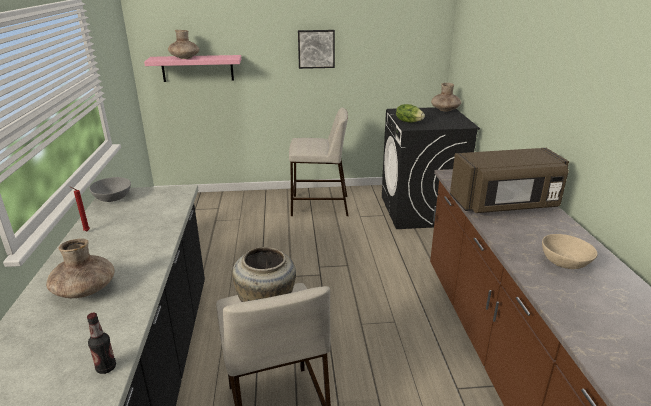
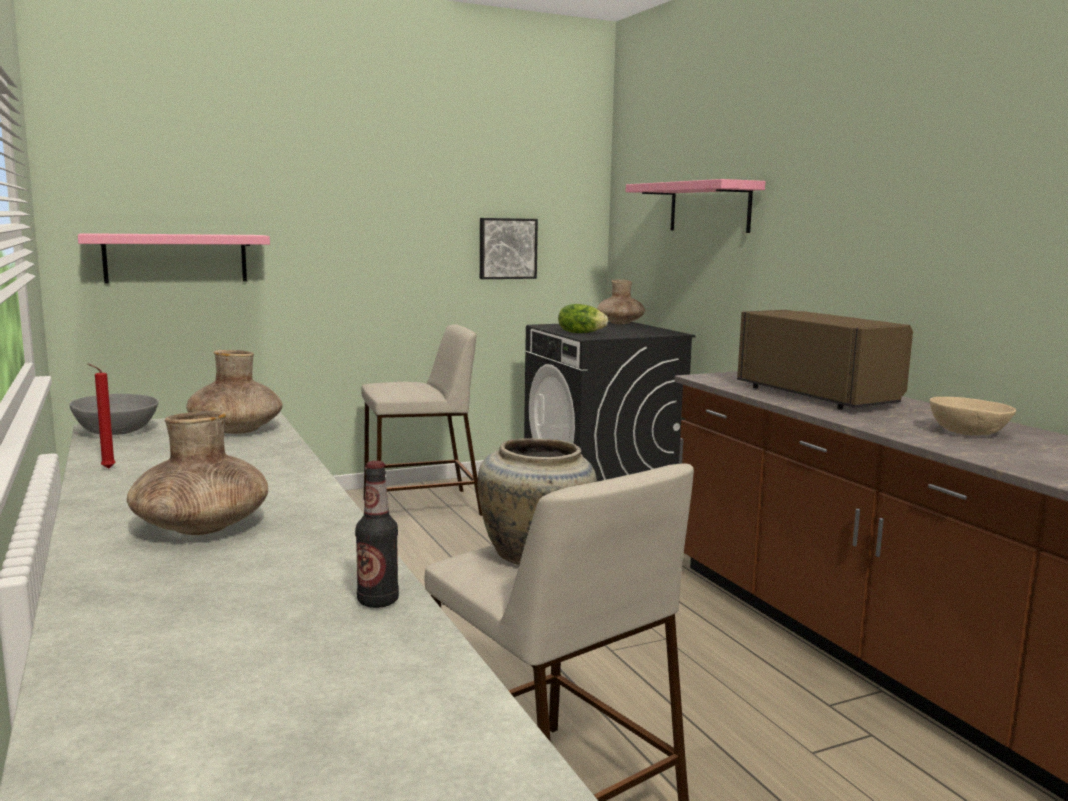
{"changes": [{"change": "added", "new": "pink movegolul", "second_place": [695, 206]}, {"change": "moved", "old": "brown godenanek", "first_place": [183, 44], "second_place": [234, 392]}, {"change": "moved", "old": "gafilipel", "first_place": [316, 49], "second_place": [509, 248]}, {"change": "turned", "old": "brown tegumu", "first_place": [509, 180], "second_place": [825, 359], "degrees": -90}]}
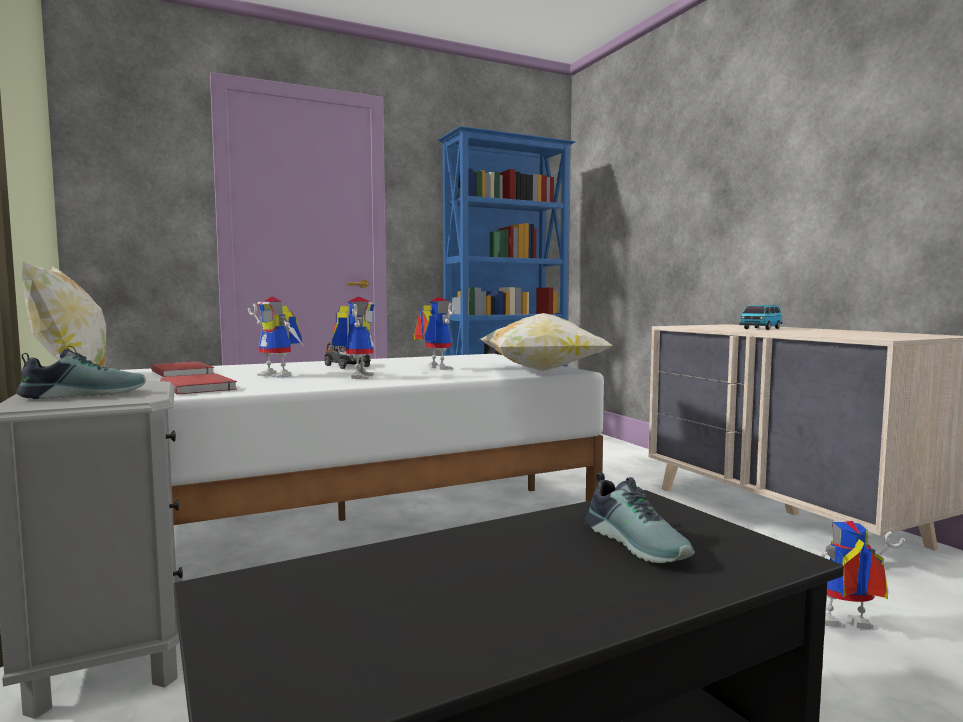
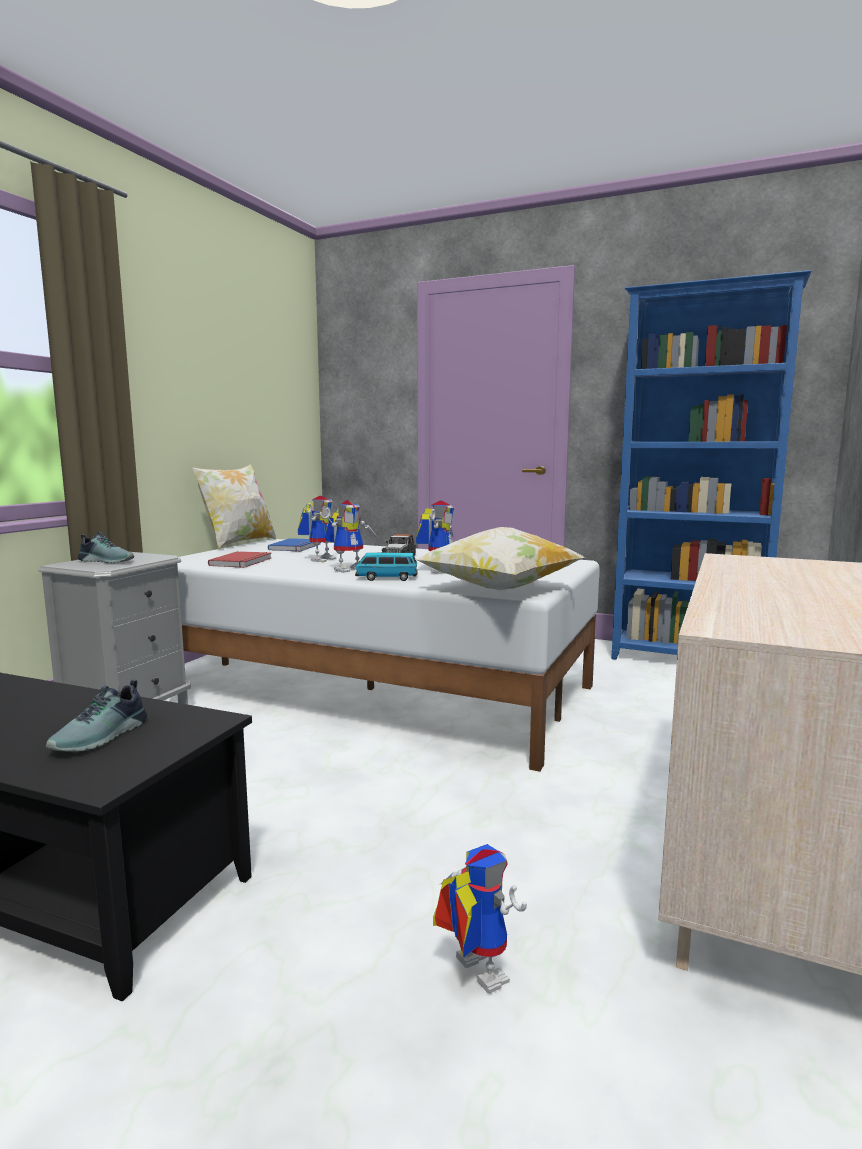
{"changes": [{"change": "moved", "old": "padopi", "first_place": [760, 317], "second_place": [386, 567]}, {"change": "recoloured", "old": "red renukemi", "new": "blue renukemi", "first_place": [182, 369], "second_place": [292, 545]}, {"change": "turned", "old": "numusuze", "first_place": [275, 337], "second_place": [317, 529], "degrees": -150}]}
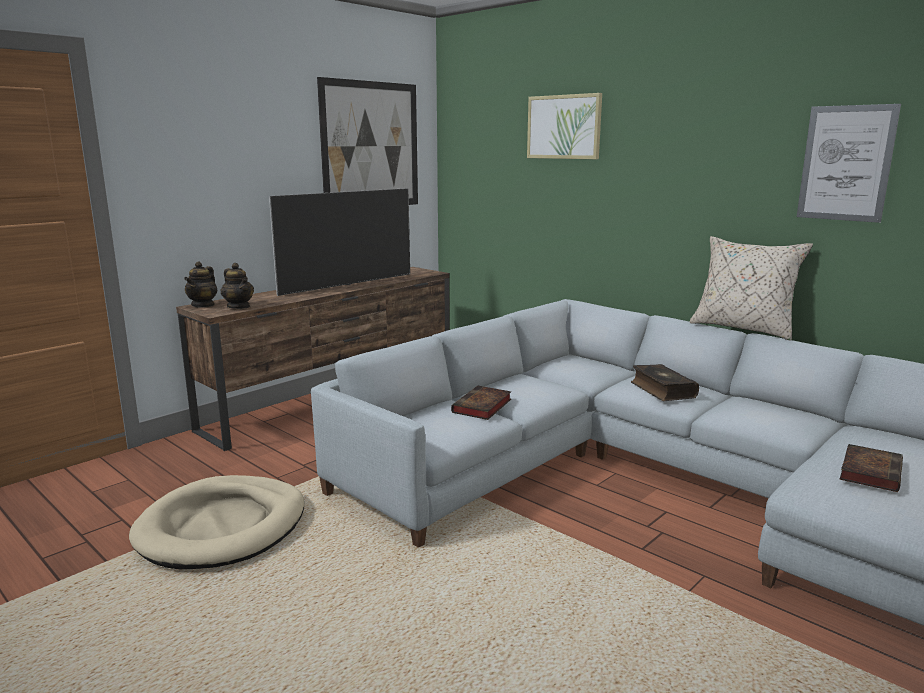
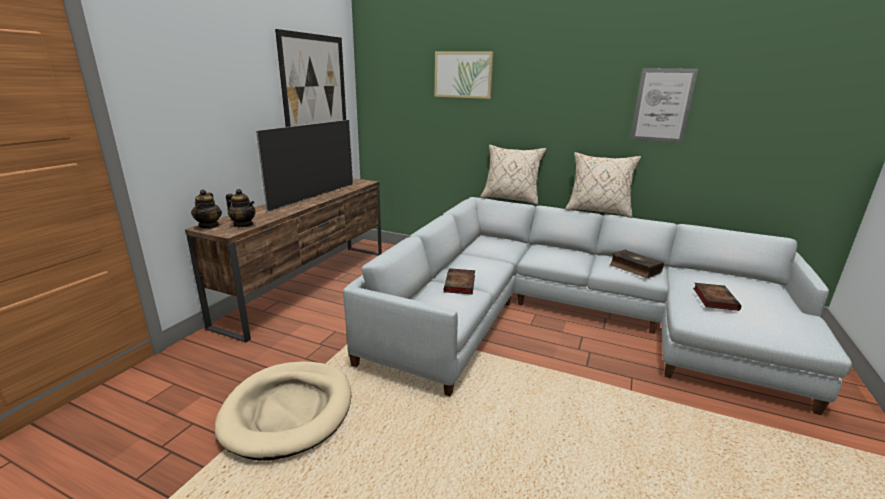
{"changes": [{"change": "added", "new": "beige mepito", "second_place": [513, 175]}, {"change": "moved", "old": "renukemi", "first_place": [665, 382], "second_place": [636, 264]}]}
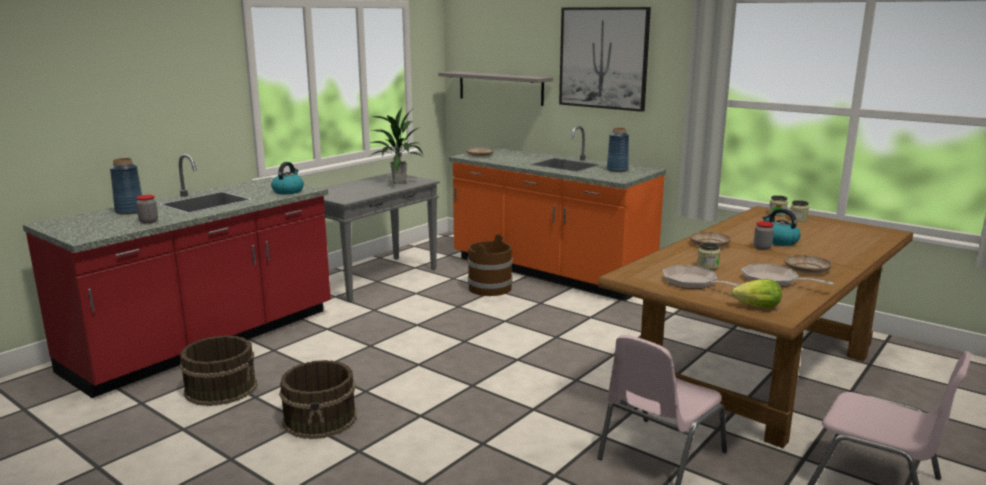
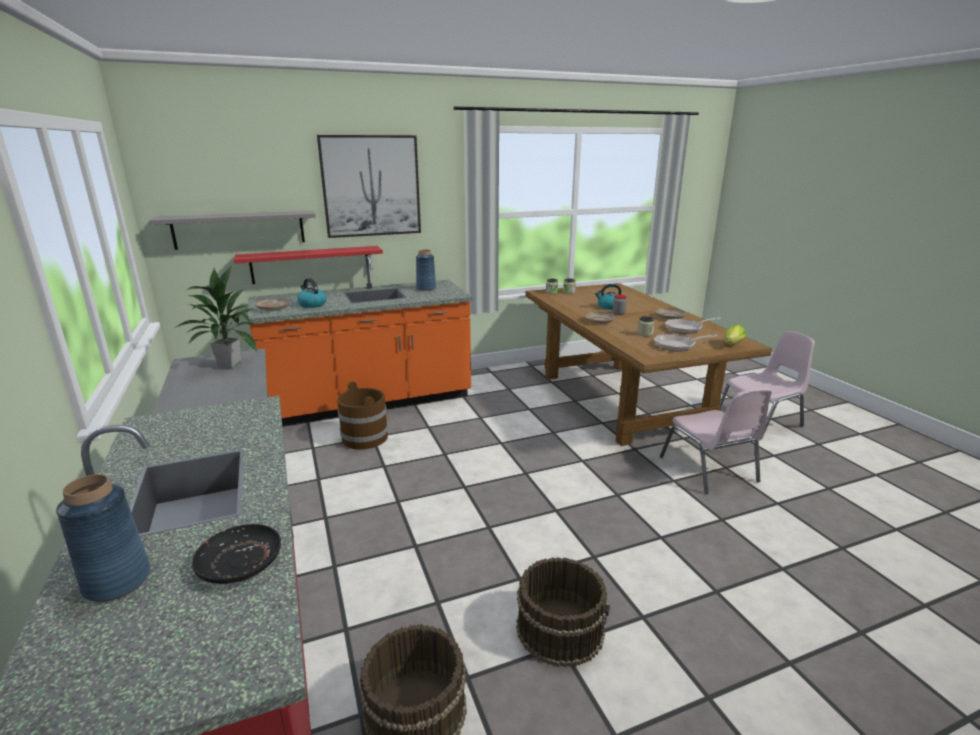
{"changes": [{"change": "added", "new": "red movegolul", "second_place": [308, 265]}, {"change": "moved", "old": "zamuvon", "first_place": [287, 178], "second_place": [312, 293]}, {"change": "replaced", "old": "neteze", "new": "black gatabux", "first_place": [147, 209], "second_place": [236, 554]}]}
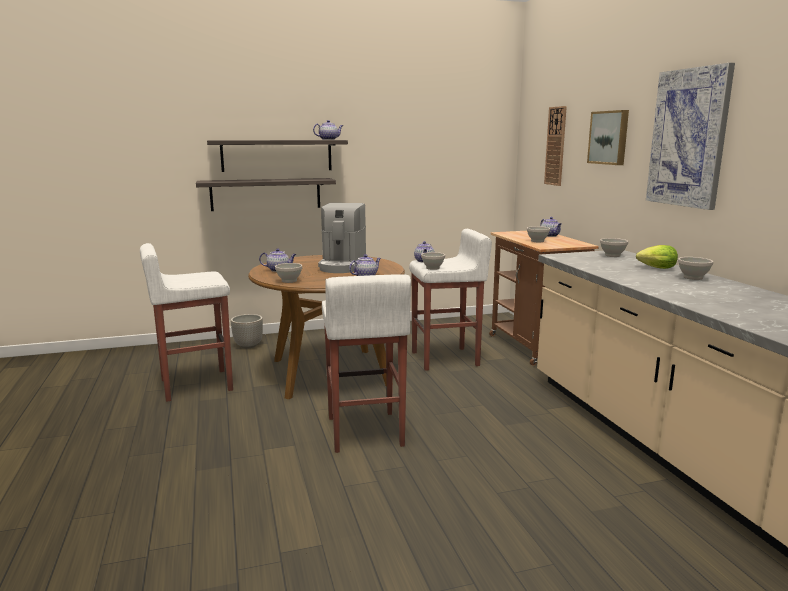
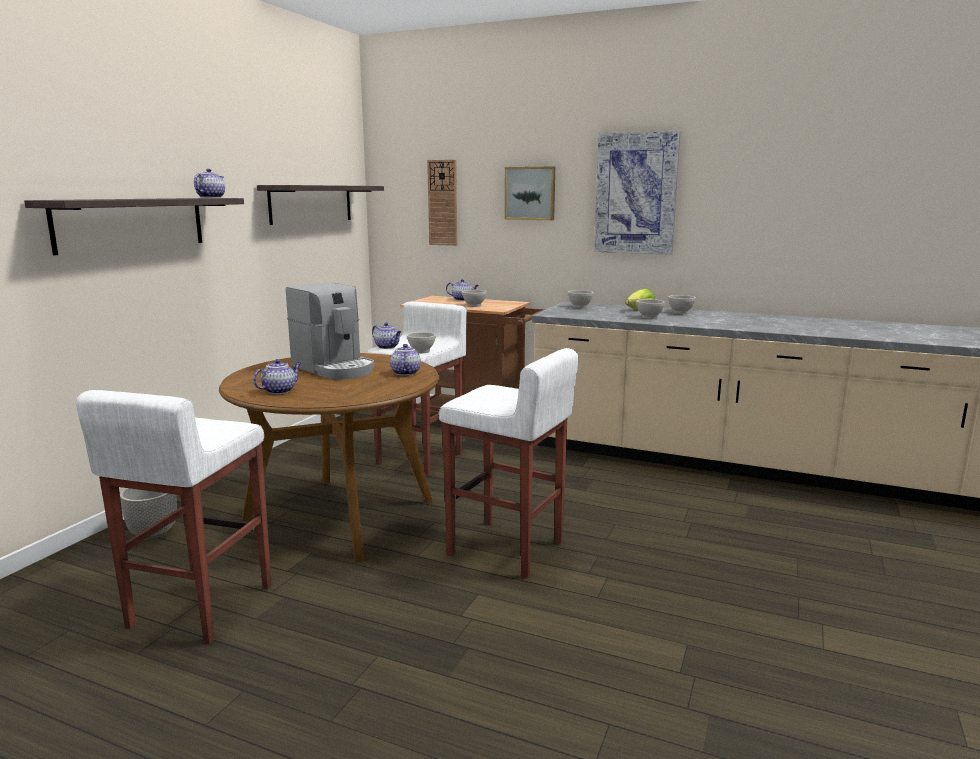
{"changes": [{"change": "moved", "old": "movegolul", "first_place": [266, 194], "second_place": [320, 205]}, {"change": "moved", "old": "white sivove", "first_place": [288, 273], "second_place": [650, 309]}]}
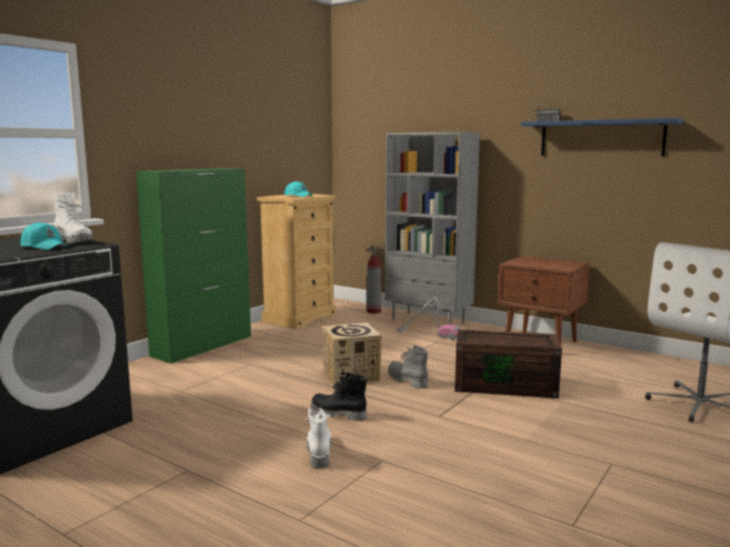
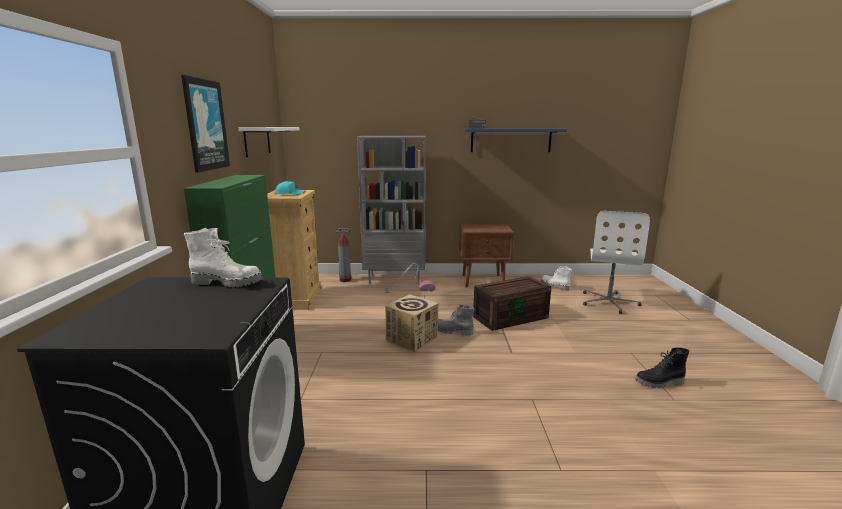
{"changes": [{"change": "removed", "old": "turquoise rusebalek", "first_place": [43, 236]}, {"change": "added", "new": "gafilipel", "second_place": [205, 124]}, {"change": "added", "new": "white movegolul", "second_place": [269, 142]}, {"change": "moved", "old": "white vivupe", "first_place": [318, 438], "second_place": [556, 278]}, {"change": "moved", "old": "black vivupe", "first_place": [339, 397], "second_place": [662, 367]}]}
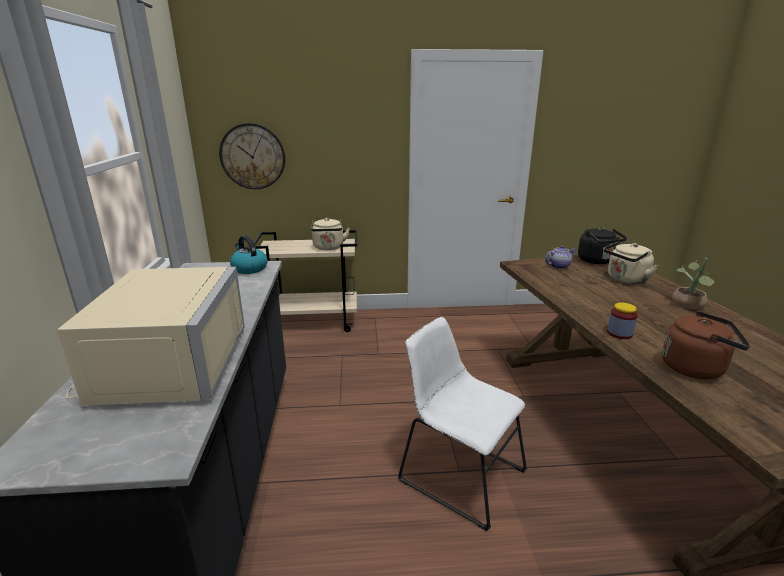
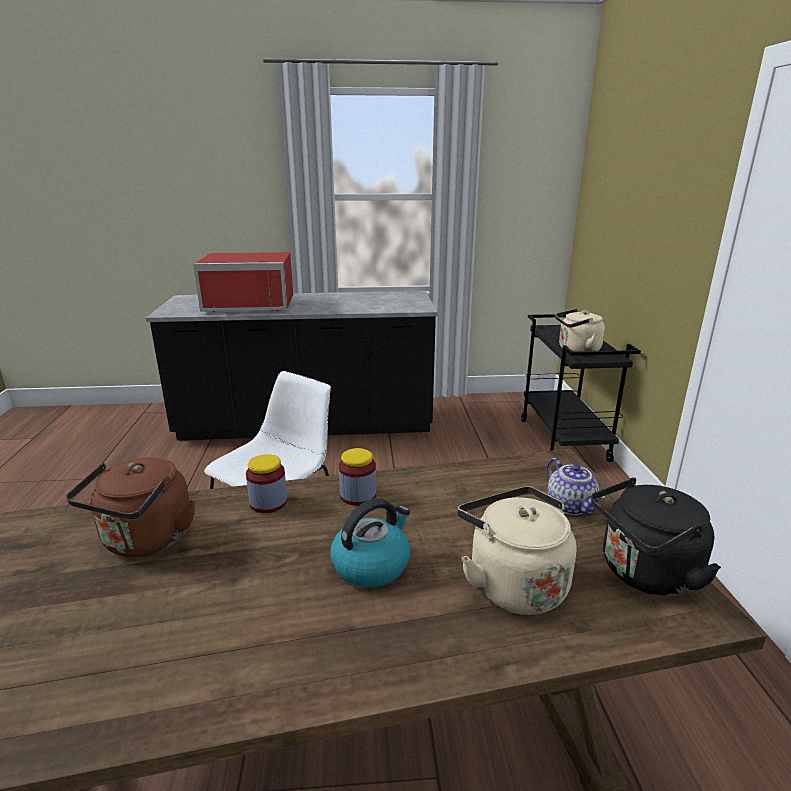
{"changes": [{"change": "removed", "old": "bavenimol", "first_place": [252, 156]}, {"change": "removed", "old": "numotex", "first_place": [693, 283]}, {"change": "added", "new": "neteze", "second_place": [357, 477]}, {"change": "moved", "old": "zamuvon", "first_place": [249, 254], "second_place": [370, 543]}, {"change": "recoloured", "old": "beige tegumu", "new": "red tegumu", "first_place": [151, 336], "second_place": [243, 282]}, {"change": "recoloured", "old": "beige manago", "new": "black manago", "first_place": [305, 281], "second_place": [581, 388]}]}
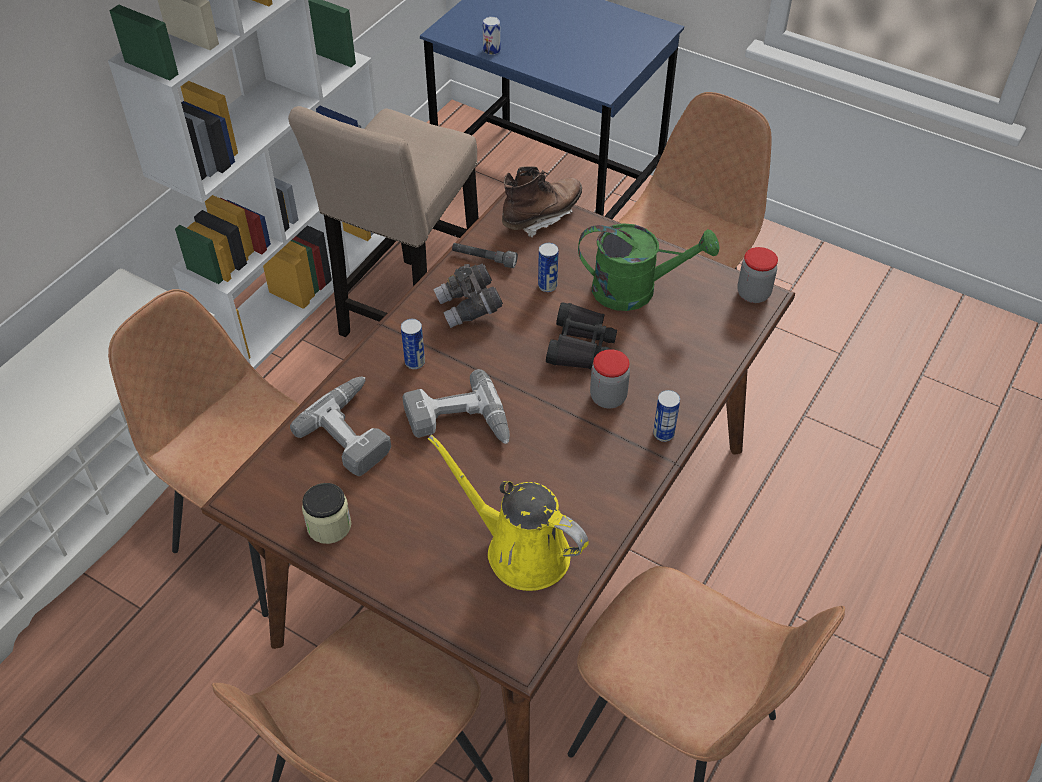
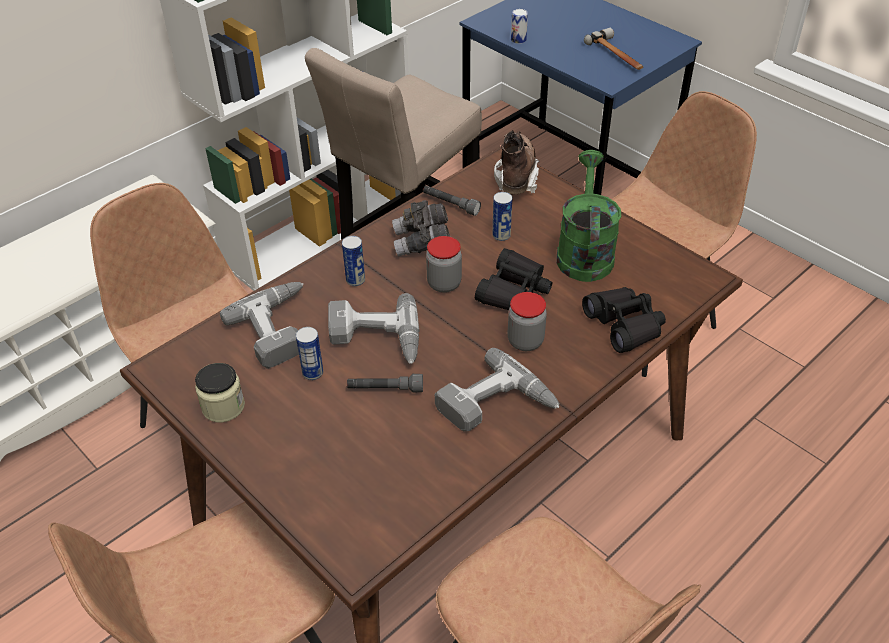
{"changes": [{"change": "removed", "old": "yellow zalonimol", "first_place": [508, 512]}, {"change": "added", "new": "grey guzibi", "second_place": [385, 383]}, {"change": "added", "new": "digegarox", "second_place": [497, 390]}, {"change": "added", "new": "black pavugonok", "second_place": [624, 320]}, {"change": "added", "new": "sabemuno", "second_place": [613, 49]}, {"change": "moved", "old": "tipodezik", "first_place": [666, 416], "second_place": [309, 353]}, {"change": "moved", "old": "neteze", "first_place": [758, 275], "second_place": [444, 264]}, {"change": "turned", "old": "brown vivupe", "first_place": [542, 202], "second_place": [517, 162], "degrees": -60}, {"change": "turned", "old": "green zalonimol", "first_place": [649, 267], "second_place": [589, 216], "degrees": -105}]}
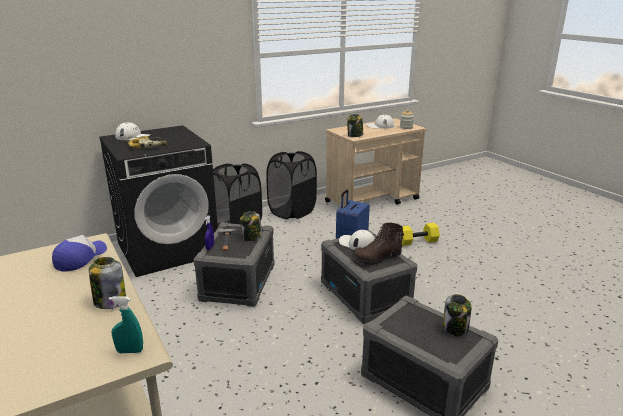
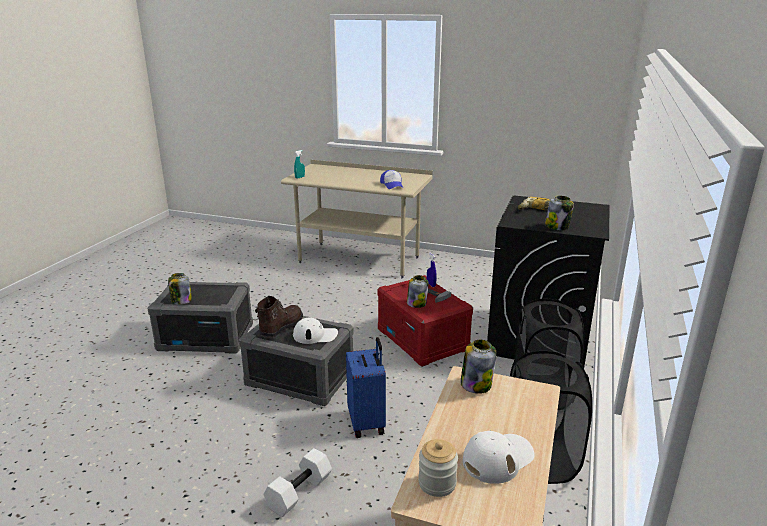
{"changes": [{"change": "removed", "old": "white rusebalek", "first_place": [132, 131]}, {"change": "moved", "old": "neteze", "first_place": [107, 283], "second_place": [559, 213]}, {"change": "recoloured", "old": "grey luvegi", "new": "red luvegi", "first_place": [234, 264], "second_place": [425, 321]}, {"change": "recoloured", "old": "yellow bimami", "new": "white bimami", "first_place": [421, 234], "second_place": [298, 482]}]}
